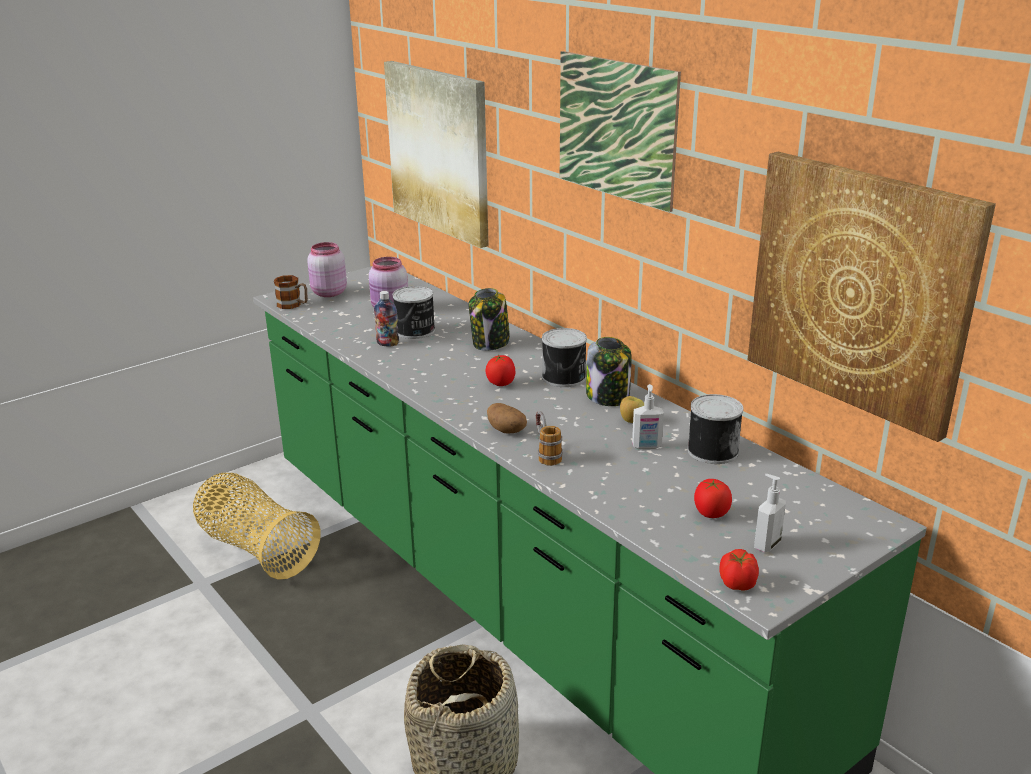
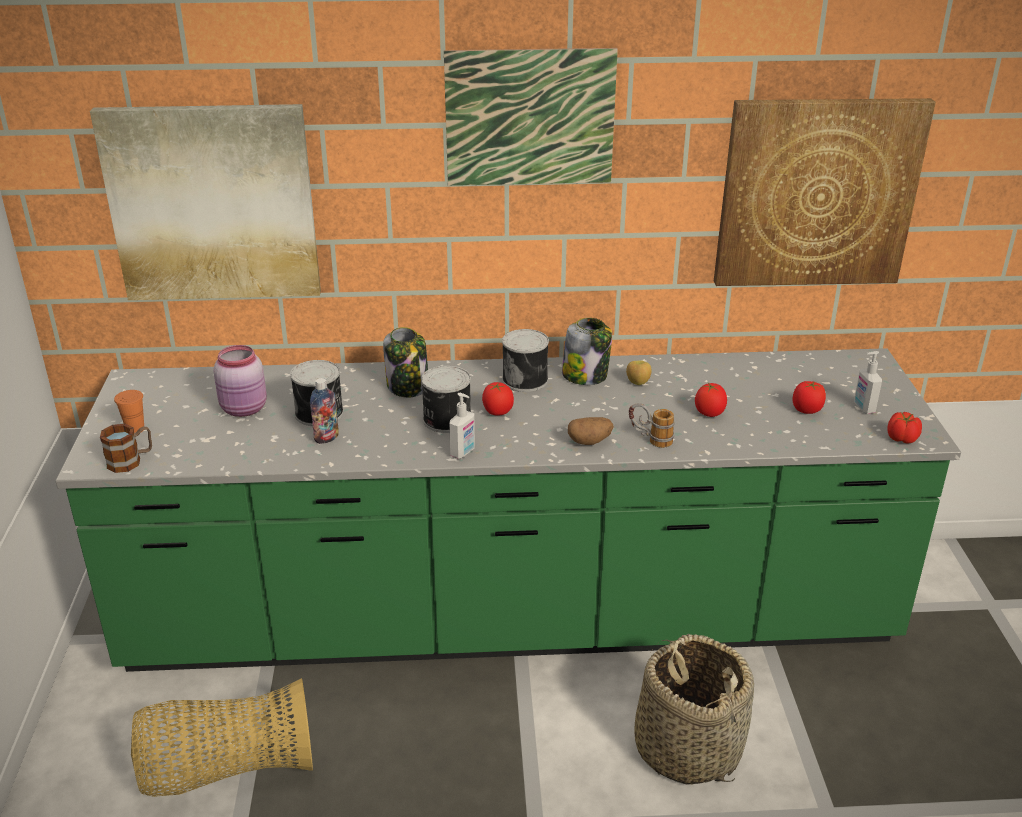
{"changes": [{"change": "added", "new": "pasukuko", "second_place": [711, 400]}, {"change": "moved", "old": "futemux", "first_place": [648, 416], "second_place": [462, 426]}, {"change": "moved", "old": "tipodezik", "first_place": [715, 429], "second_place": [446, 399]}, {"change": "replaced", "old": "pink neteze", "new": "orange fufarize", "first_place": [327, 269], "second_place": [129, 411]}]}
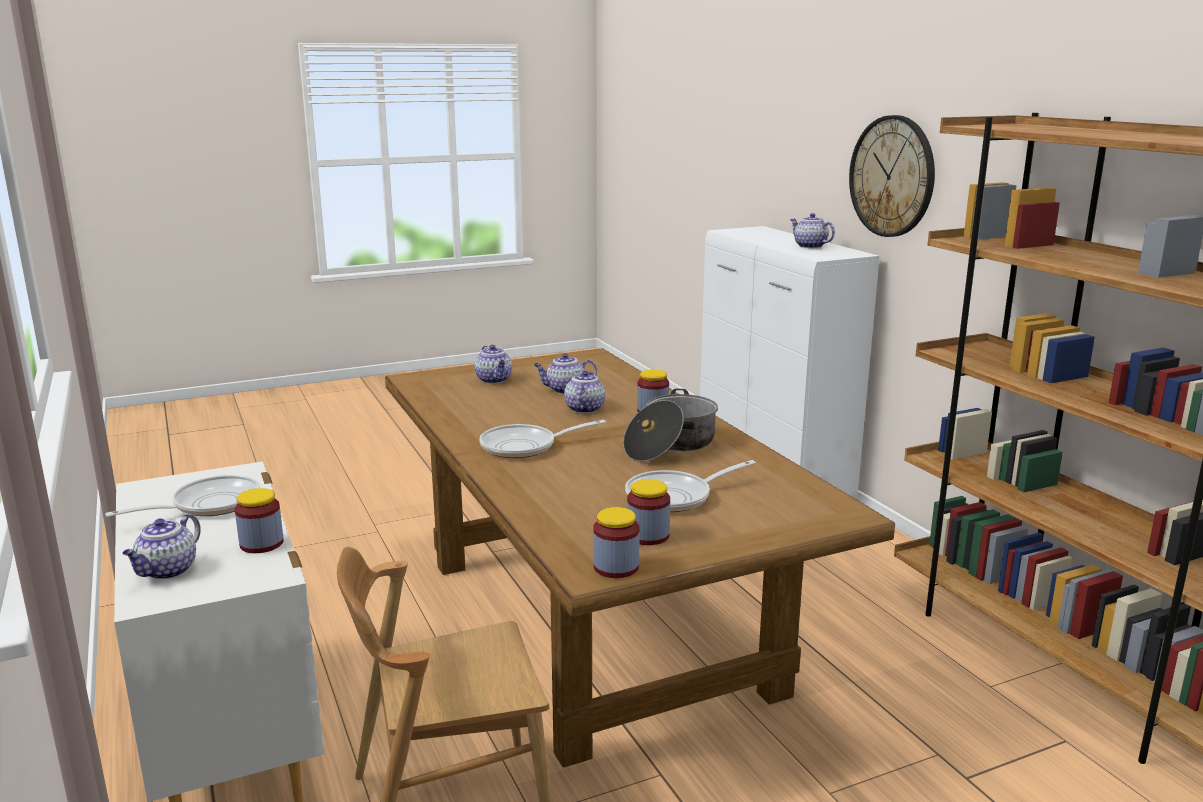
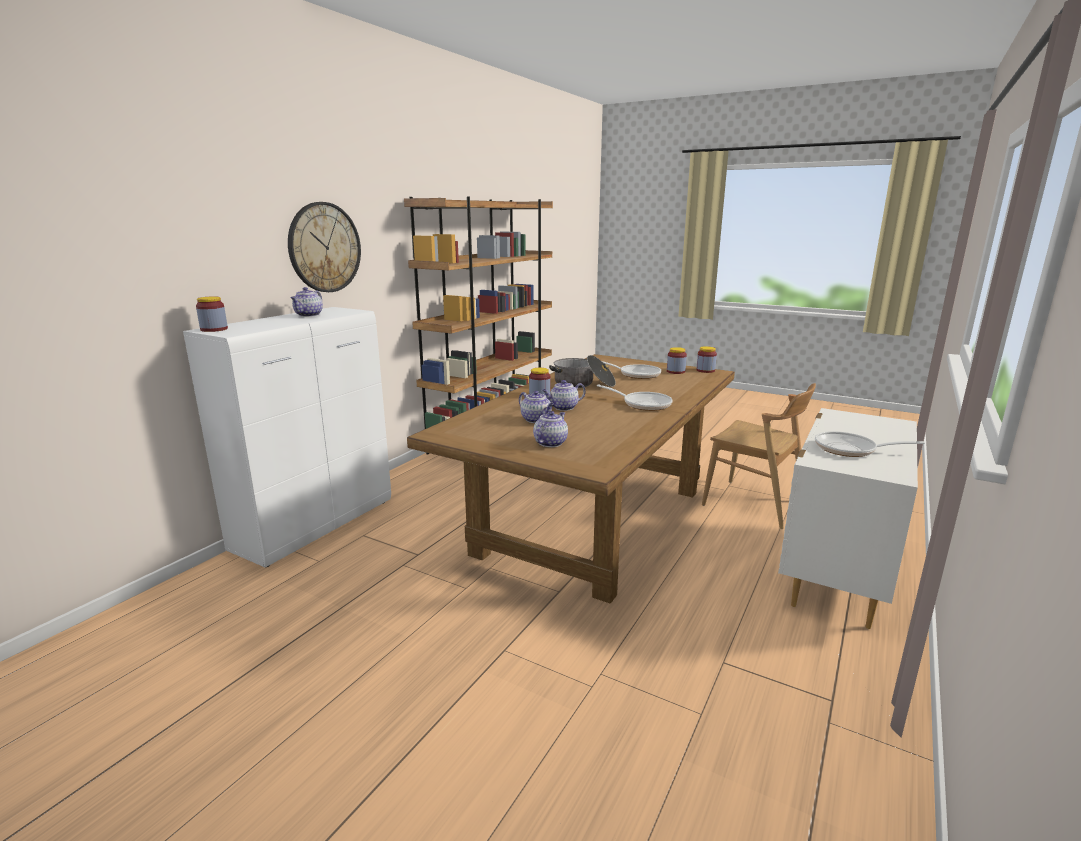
{"changes": [{"change": "removed", "old": "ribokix", "first_place": [161, 546]}, {"change": "moved", "old": "neteze", "first_place": [259, 520], "second_place": [212, 314]}]}
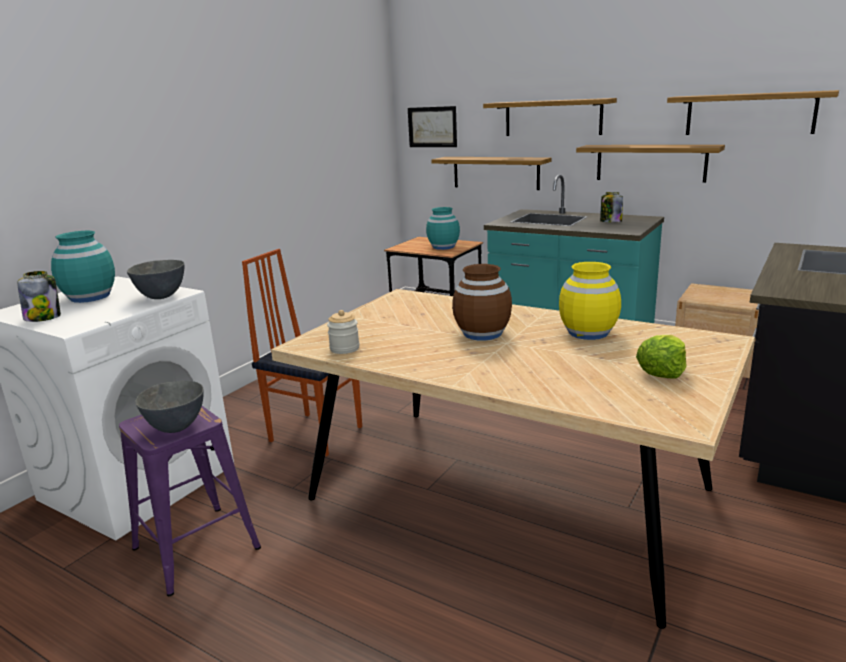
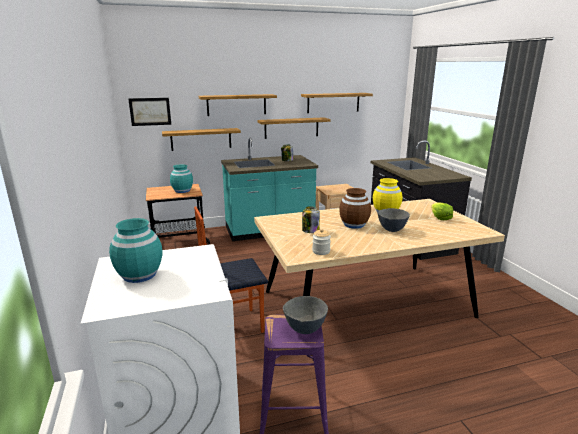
{"changes": [{"change": "moved", "old": "neteze", "first_place": [39, 296], "second_place": [311, 219]}, {"change": "moved", "old": "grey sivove", "first_place": [155, 279], "second_place": [393, 220]}]}
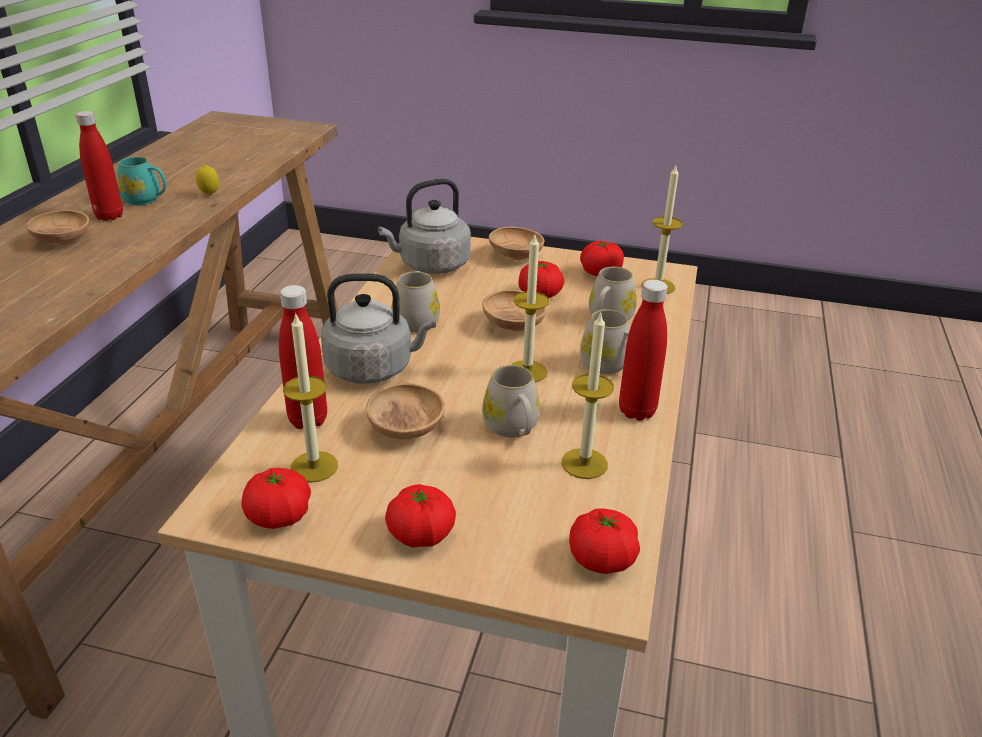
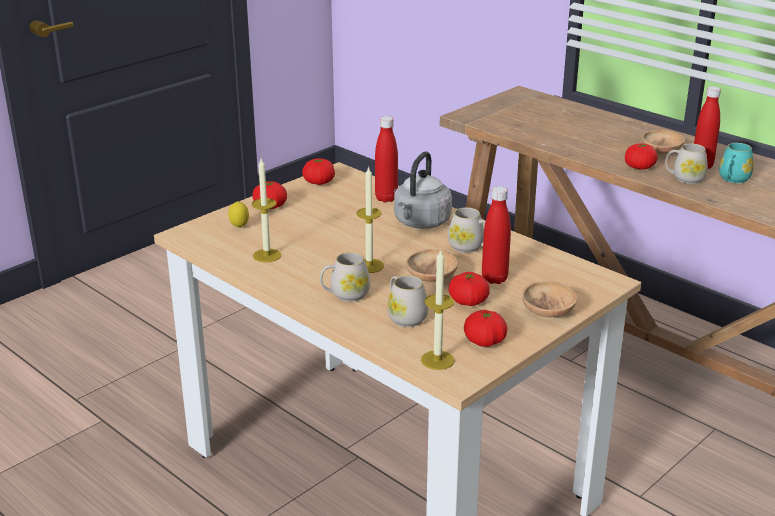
{"changes": [{"change": "removed", "old": "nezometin", "first_place": [310, 397]}, {"change": "removed", "old": "brown sivove", "first_place": [405, 411]}, {"change": "removed", "old": "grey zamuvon", "first_place": [424, 226]}, {"change": "moved", "old": "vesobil", "first_place": [207, 180], "second_place": [239, 214]}, {"change": "moved", "old": "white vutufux", "first_place": [511, 401], "second_place": [686, 163]}, {"change": "moved", "old": "pasukuko", "first_place": [604, 541], "second_place": [641, 156]}, {"change": "moved", "old": "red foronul", "first_place": [643, 350], "second_place": [496, 235]}]}
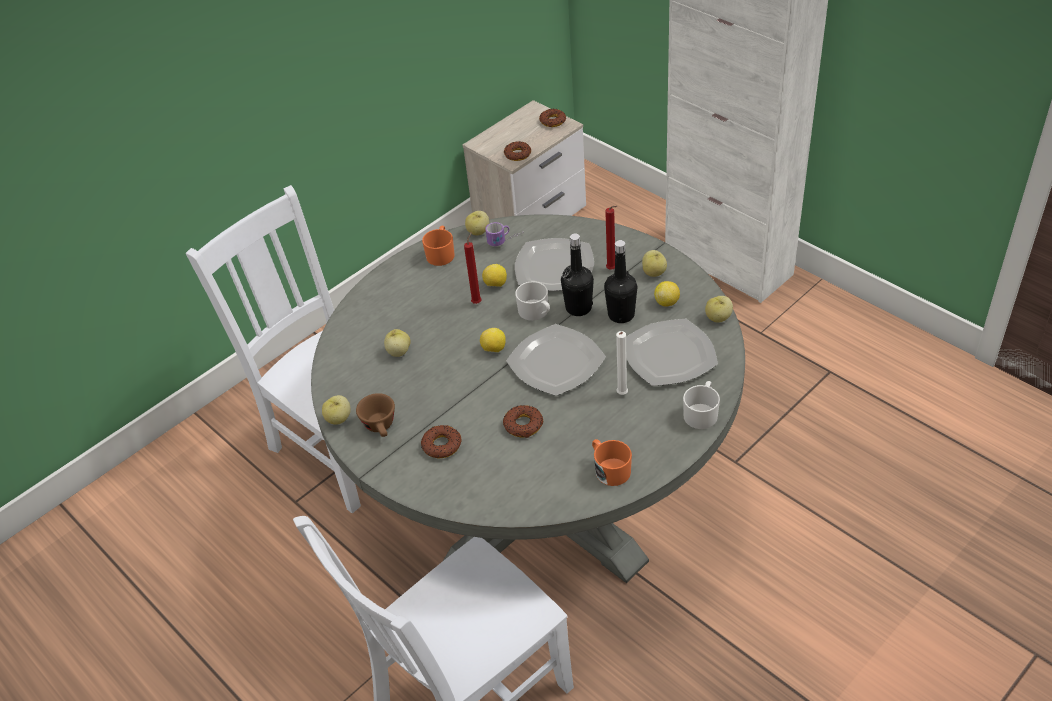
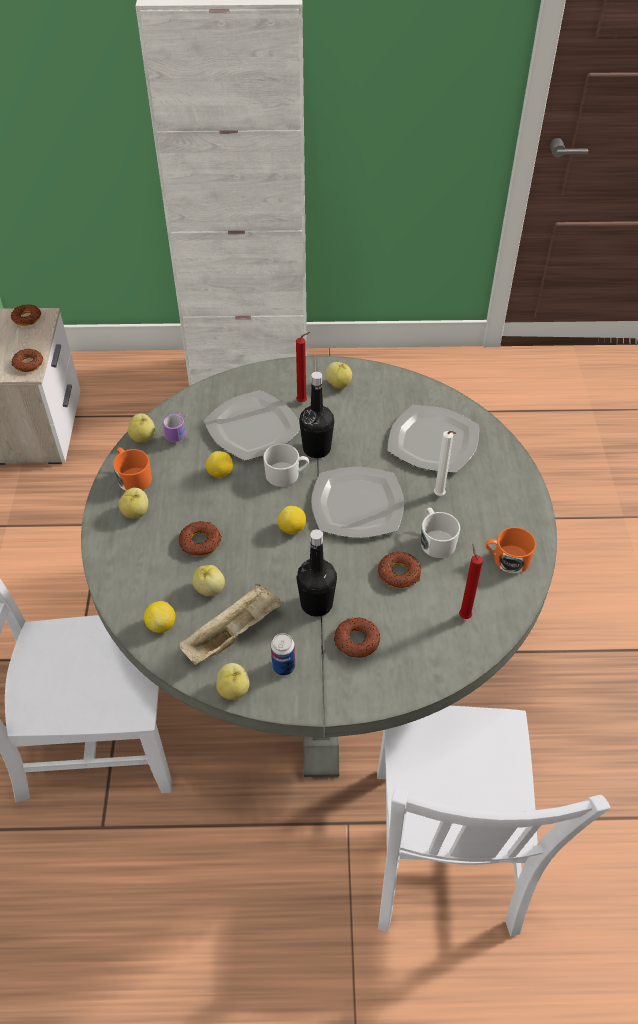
{"changes": [{"change": "added", "new": "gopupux", "second_place": [200, 538]}, {"change": "added", "new": "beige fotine", "second_place": [231, 624]}, {"change": "moved", "old": "red nezometin", "first_place": [473, 268], "second_place": [471, 581]}, {"change": "moved", "old": "black foronul", "first_place": [620, 281], "second_place": [317, 573]}, {"change": "moved", "old": "vesobil", "first_place": [667, 294], "second_place": [159, 617]}, {"change": "moved", "old": "white vutufux", "first_place": [701, 405], "second_place": [440, 533]}, {"change": "moved", "old": "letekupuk", "first_place": [719, 309], "second_place": [134, 503]}, {"change": "replaced", "old": "brown fufarize", "new": "tipodezik", "first_place": [375, 415], "second_place": [283, 654]}]}
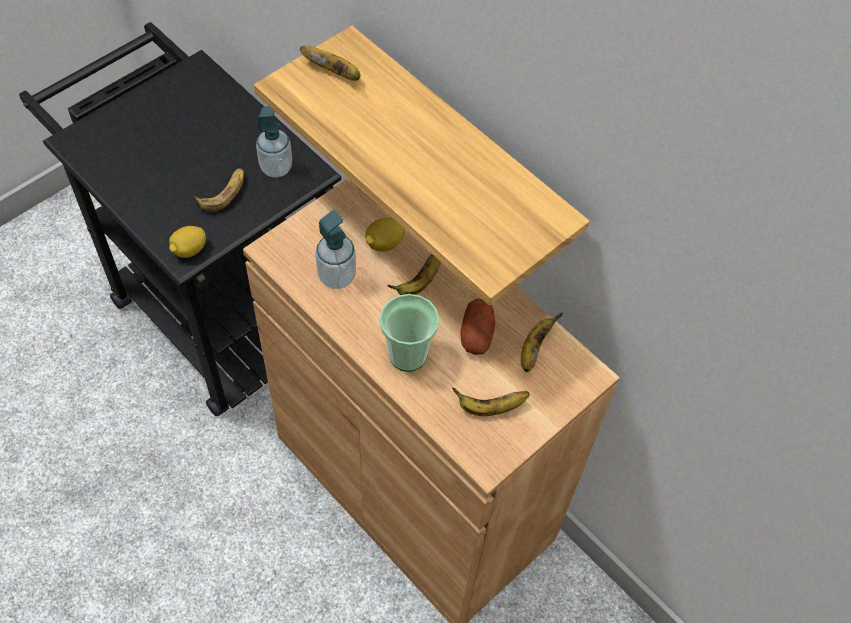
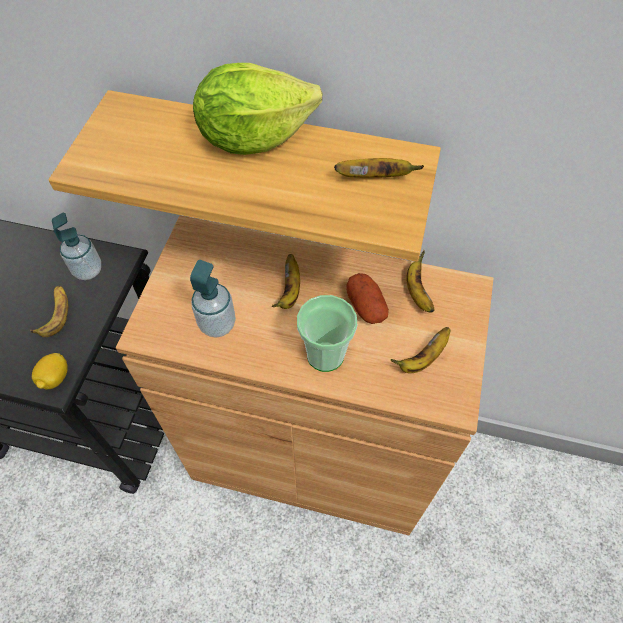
{"changes": [{"change": "removed", "old": "vesobil", "first_place": [385, 235]}, {"change": "added", "new": "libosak", "second_place": [257, 109]}, {"change": "moved", "old": "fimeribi", "first_place": [330, 63], "second_place": [379, 168]}]}
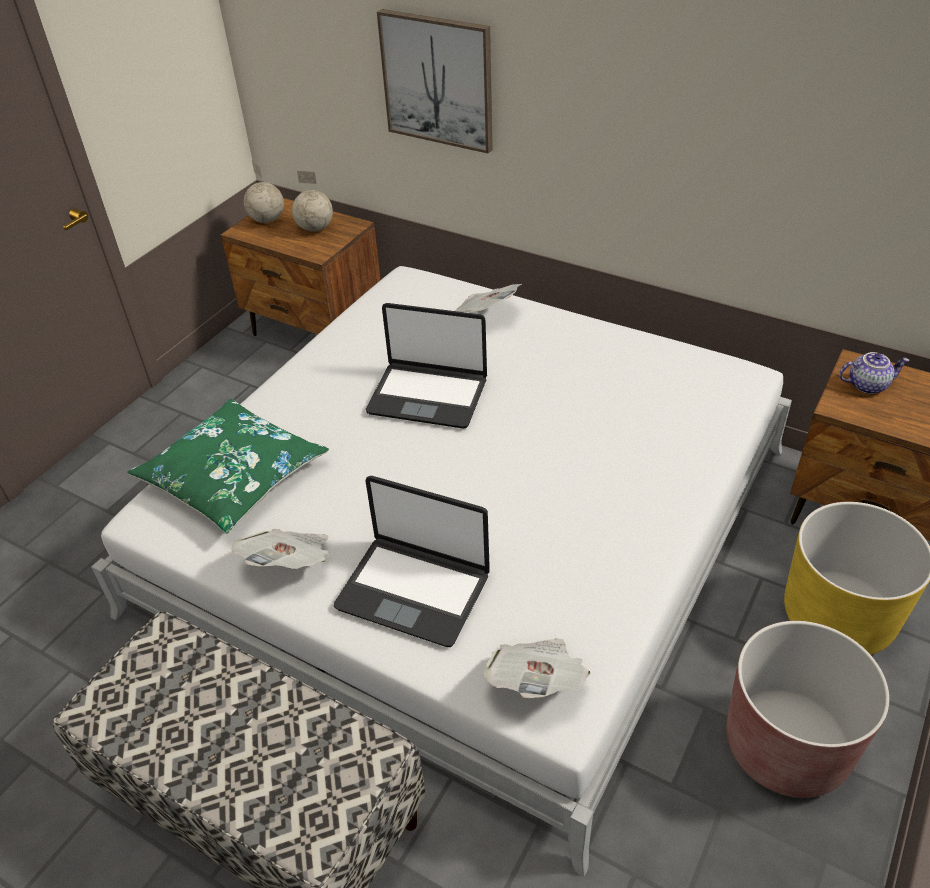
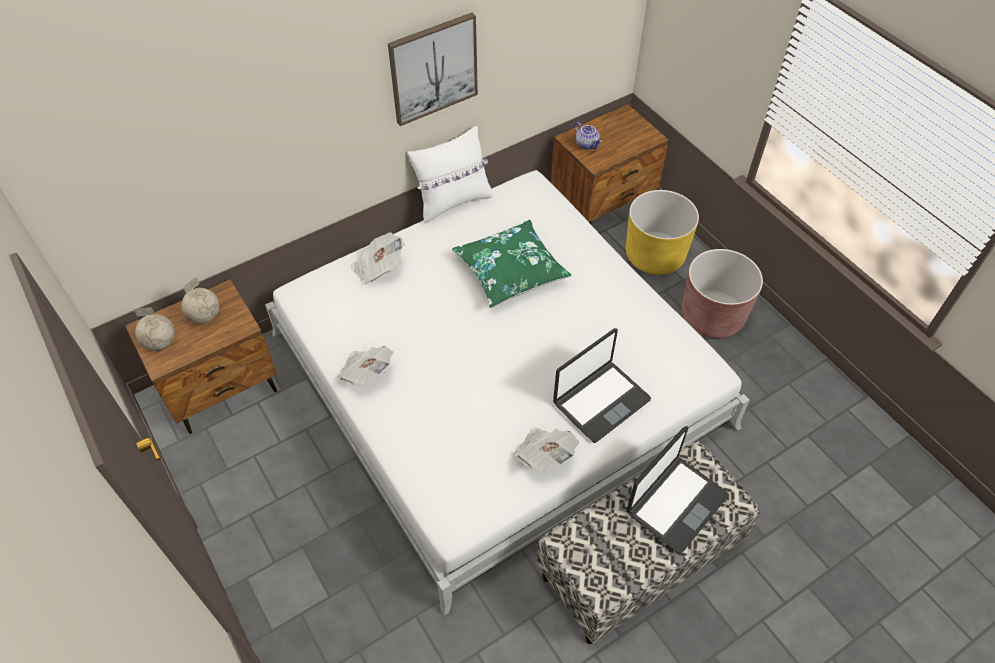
{"changes": [{"change": "added", "new": "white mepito", "second_place": [450, 175]}, {"change": "moved", "old": "green mepito", "first_place": [228, 466], "second_place": [512, 264]}, {"change": "moved", "old": "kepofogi", "first_place": [426, 365], "second_place": [677, 490]}, {"change": "moved", "old": "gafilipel", "first_place": [435, 81], "second_place": [433, 69]}, {"change": "moved", "old": "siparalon", "first_place": [537, 668], "second_place": [365, 366]}, {"change": "turned", "old": "ribokix", "first_place": [874, 373], "second_place": [588, 136], "degrees": 120}]}
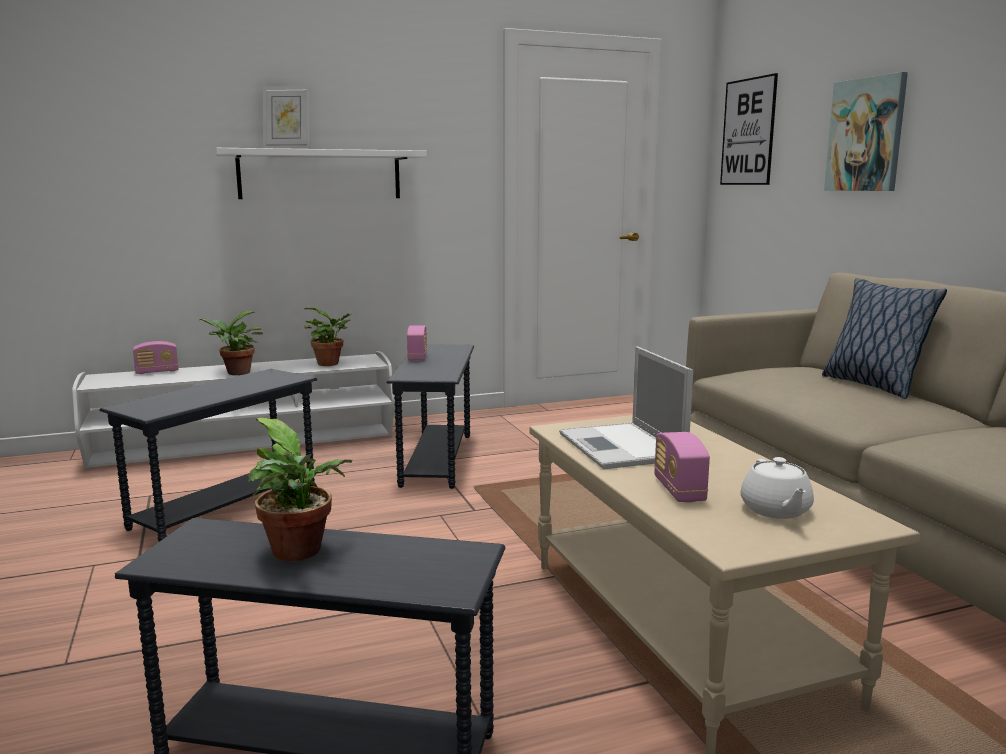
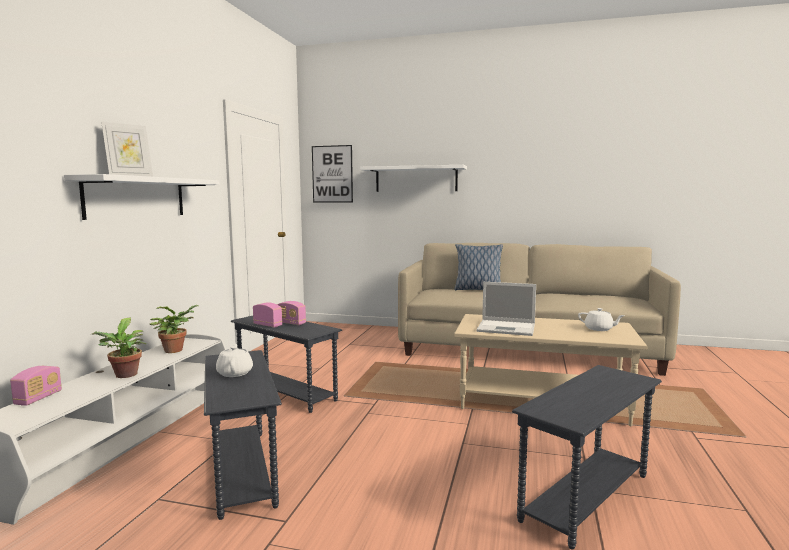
{"changes": [{"change": "removed", "old": "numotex", "first_place": [300, 489]}, {"change": "added", "new": "white ribokix", "second_place": [234, 360]}, {"change": "moved", "old": "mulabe", "first_place": [682, 467], "second_place": [291, 313]}, {"change": "replaced", "old": "gafilipel", "new": "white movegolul", "first_place": [866, 131], "second_place": [413, 178]}]}
